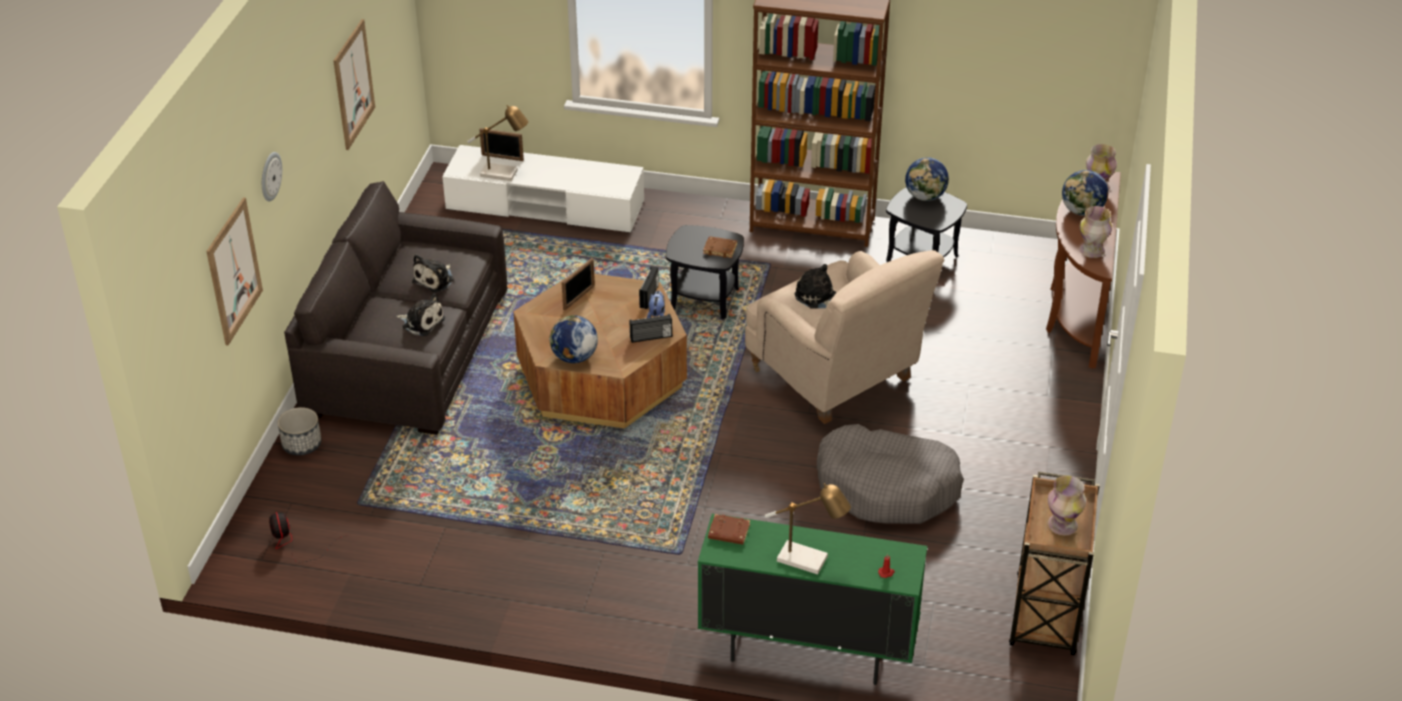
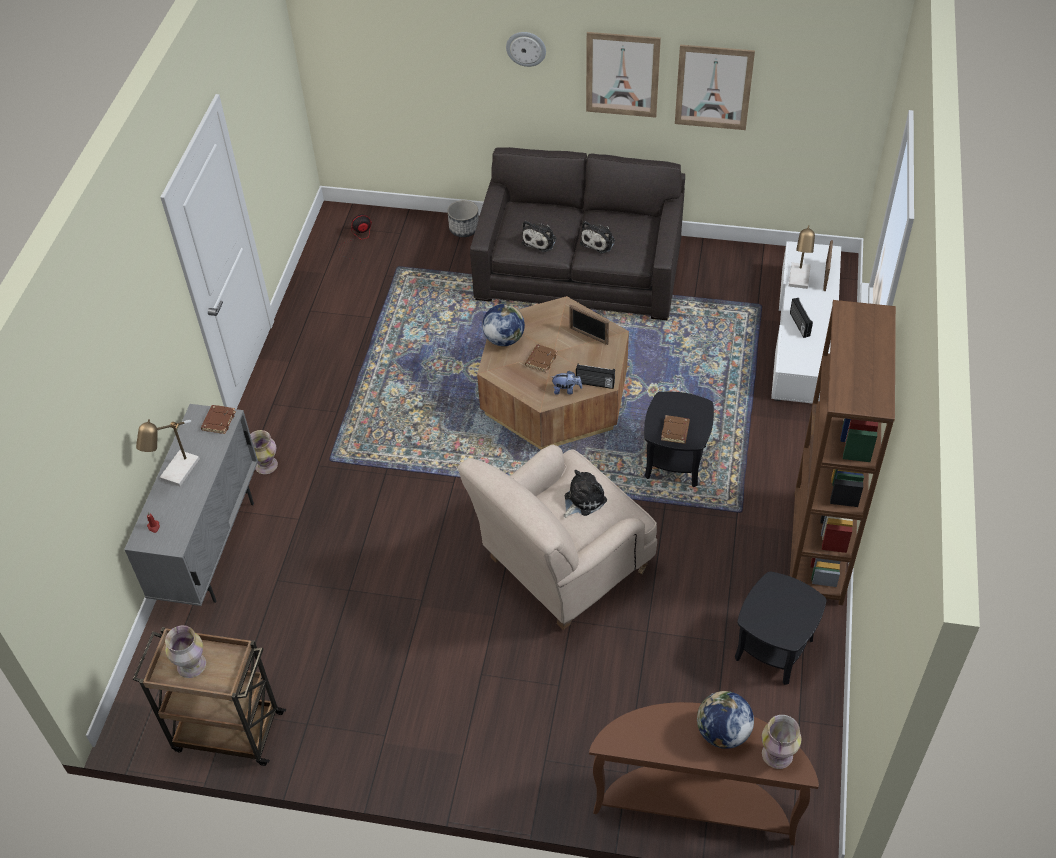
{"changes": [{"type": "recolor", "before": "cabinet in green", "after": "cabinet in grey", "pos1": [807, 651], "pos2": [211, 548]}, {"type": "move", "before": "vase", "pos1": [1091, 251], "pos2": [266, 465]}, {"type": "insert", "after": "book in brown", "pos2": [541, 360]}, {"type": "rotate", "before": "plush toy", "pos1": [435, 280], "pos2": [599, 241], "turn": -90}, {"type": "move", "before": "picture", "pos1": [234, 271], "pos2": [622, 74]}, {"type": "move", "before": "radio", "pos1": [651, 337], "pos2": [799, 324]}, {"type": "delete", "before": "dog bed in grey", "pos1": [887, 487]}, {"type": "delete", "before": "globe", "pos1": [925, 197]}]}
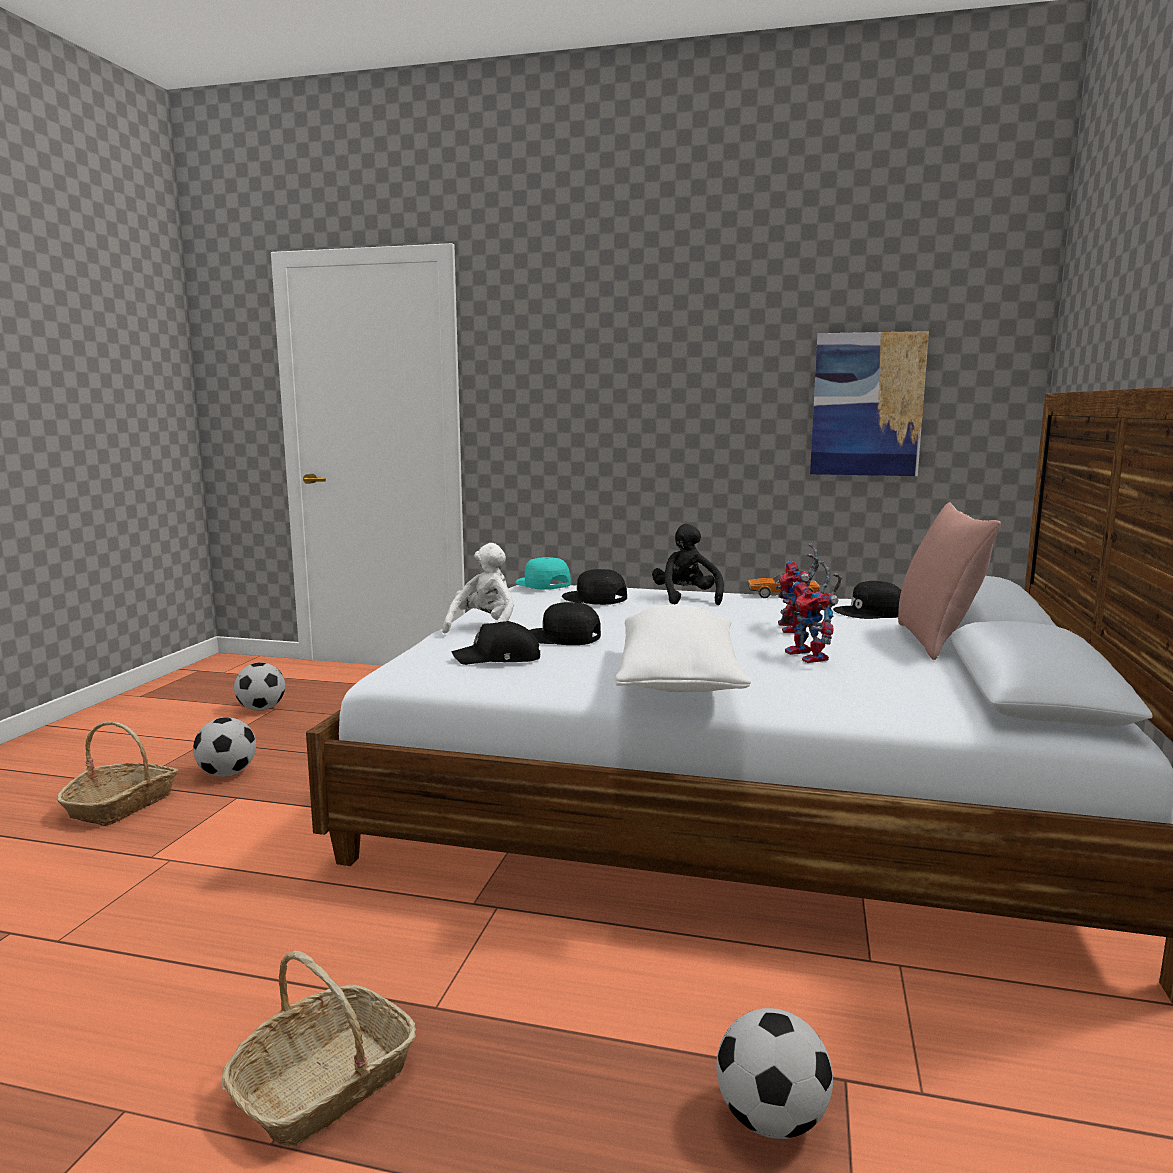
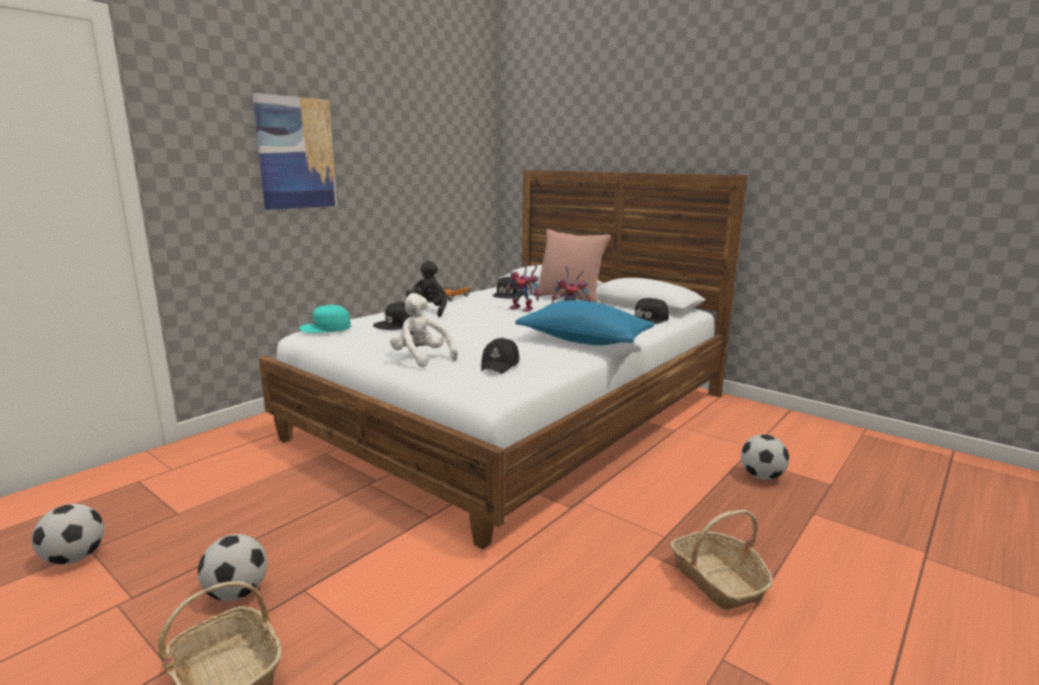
{"changes": [{"type": "move", "before": "picture", "pos1": [867, 404], "pos2": [296, 153]}, {"type": "rotate", "before": "plush toy in black", "pos1": [686, 599], "pos2": [427, 311], "turn": 75}, {"type": "recolor", "before": "pillow in white", "after": "pillow in blue", "pos1": [679, 680], "pos2": [584, 341]}, {"type": "move", "before": "cap in black", "pos1": [562, 637], "pos2": [648, 319]}]}
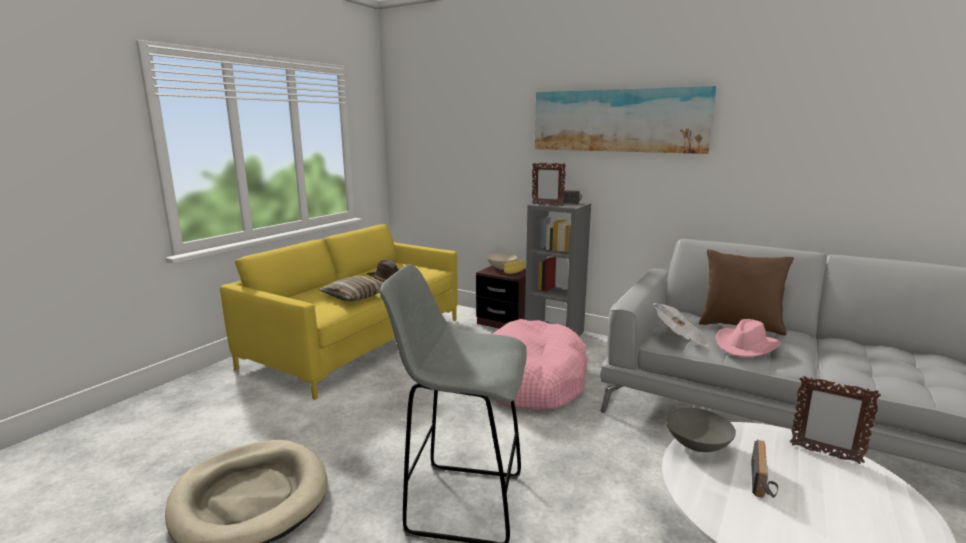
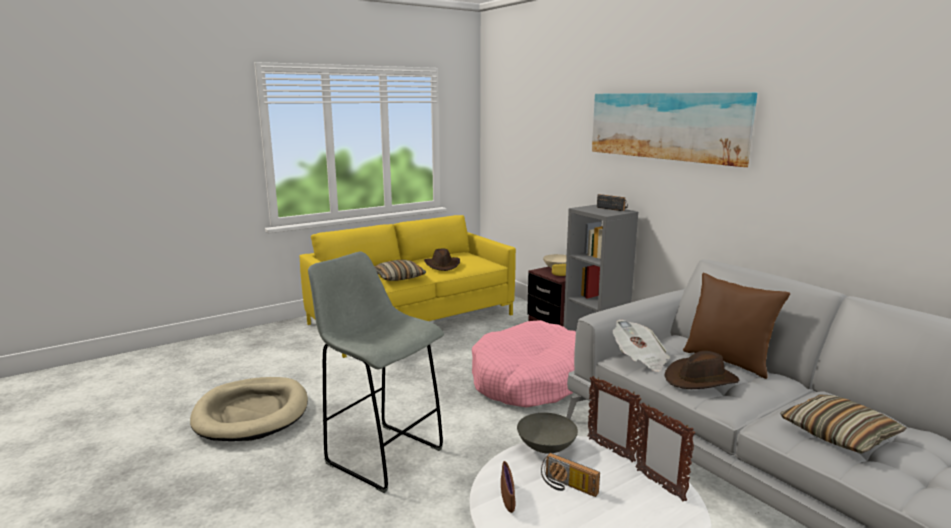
{"changes": [{"type": "insert", "after": "bowl in brown", "pos2": [507, 499]}, {"type": "rotate", "before": "radio", "pos1": [764, 481], "pos2": [567, 487], "turn": 75}, {"type": "move", "before": "picture frame", "pos1": [547, 205], "pos2": [610, 450]}, {"type": "recolor", "before": "hat in pink", "after": "hat in brown", "pos1": [746, 346], "pos2": [700, 379]}, {"type": "insert", "after": "pillow", "pos2": [838, 434]}]}
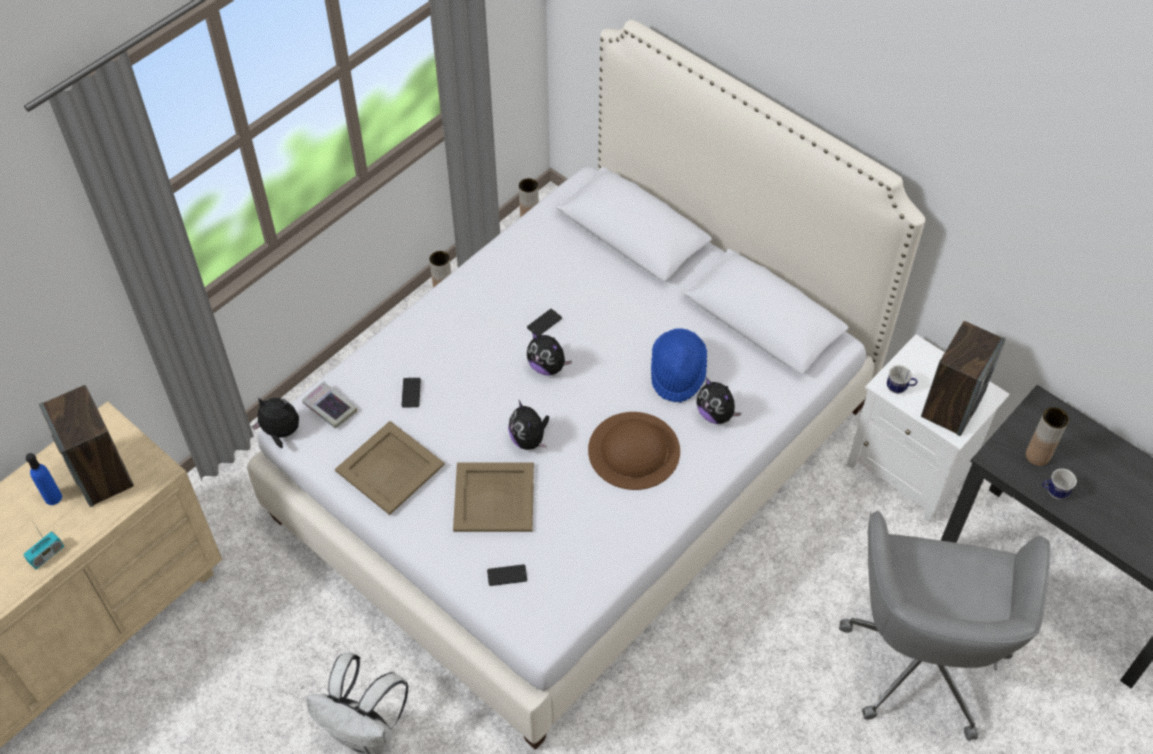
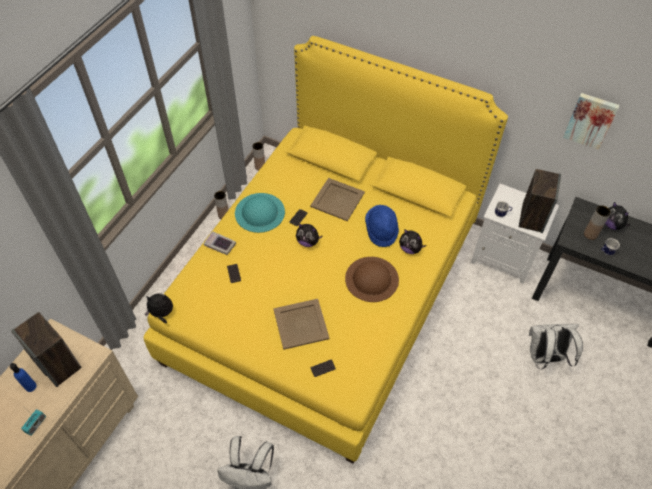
{"changes": [{"type": "recolor", "before": "bed in white", "after": "bed in yellow", "pos1": [576, 459], "pos2": [325, 291]}, {"type": "move", "before": "book", "pos1": [330, 408], "pos2": [220, 245]}, {"type": "insert", "after": "hat in turquoise", "pos2": [260, 212]}, {"type": "move", "before": "tray in beige", "pos1": [391, 467], "pos2": [338, 199]}, {"type": "replace", "before": "office chair in grey", "after": "backpack in white", "pos1": [923, 657], "pos2": [545, 357]}, {"type": "insert", "after": "picture", "pos2": [590, 120]}, {"type": "move", "before": "plush toy", "pos1": [529, 440], "pos2": [612, 225]}]}
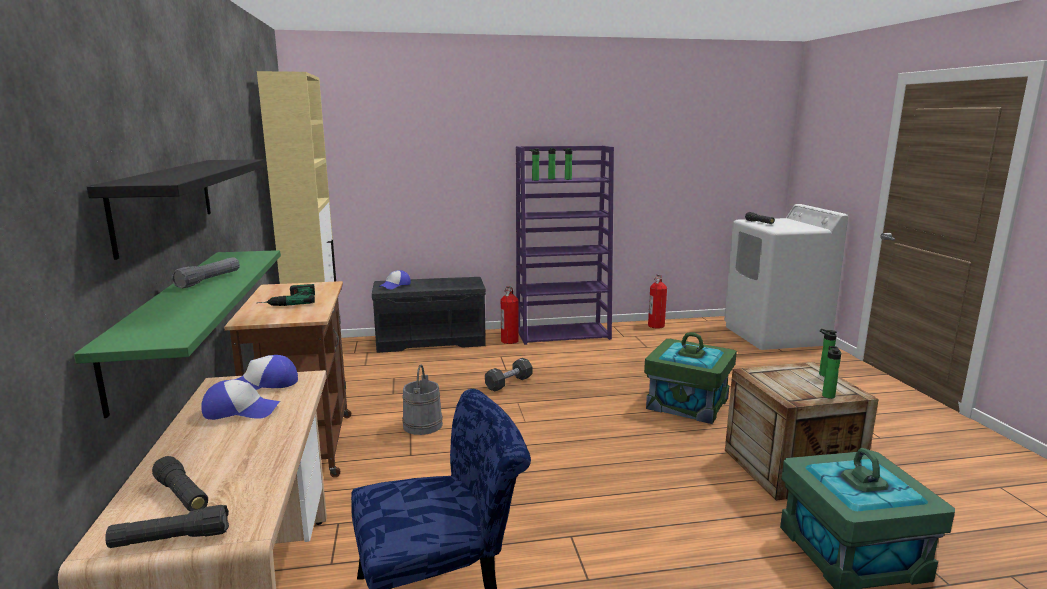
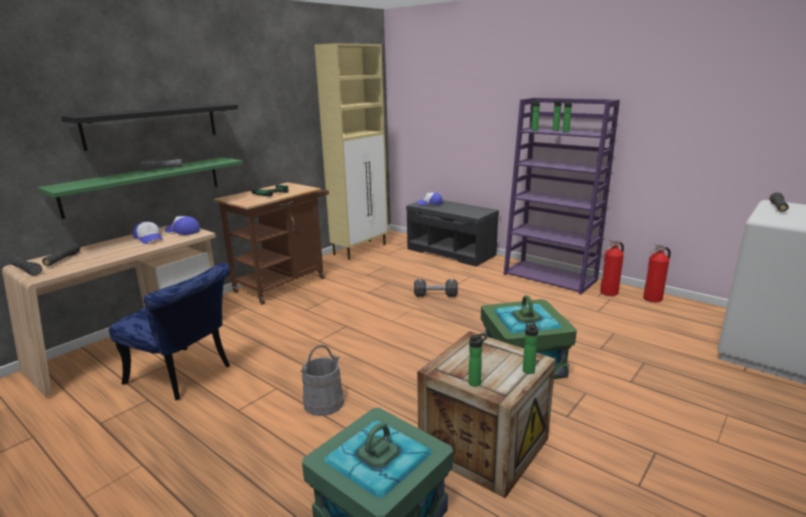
{"changes": [{"type": "move", "before": "bucket in grey", "pos1": [422, 425], "pos2": [323, 403]}, {"type": "move", "before": "fire extinguisher", "pos1": [510, 341], "pos2": [609, 292]}]}
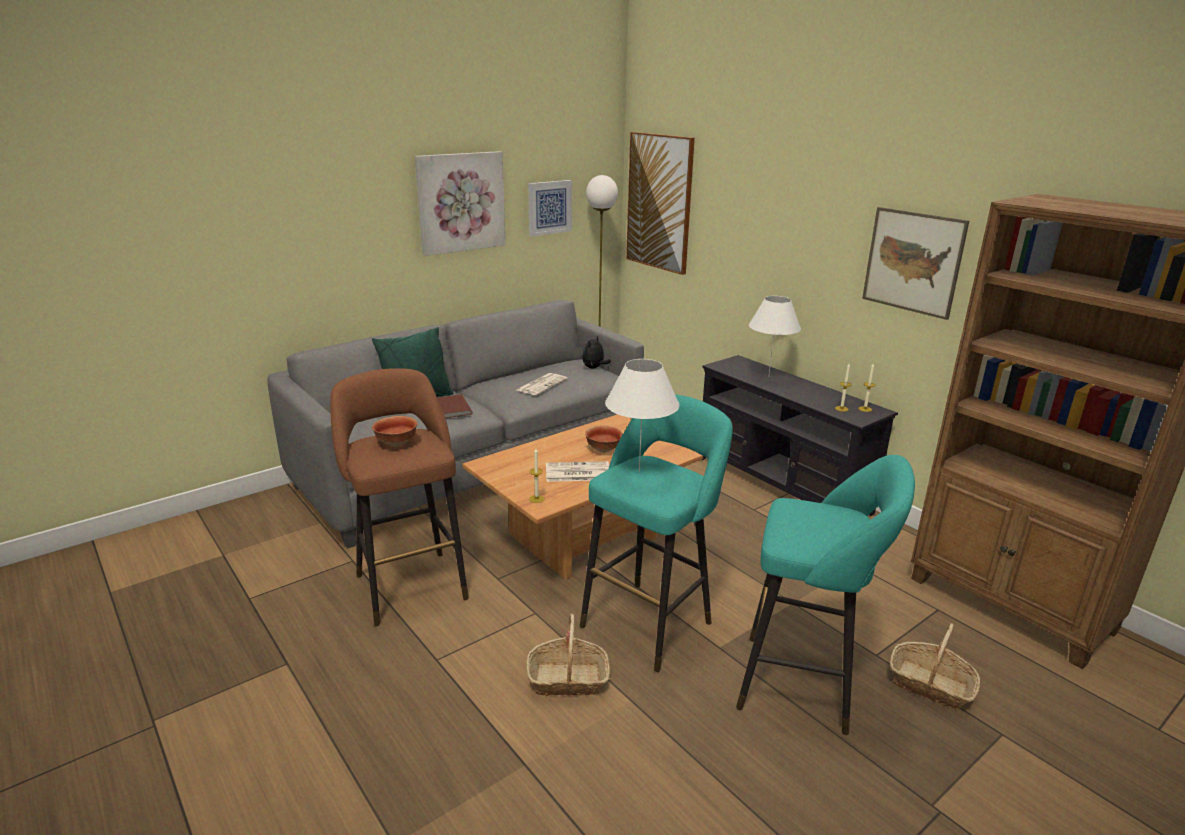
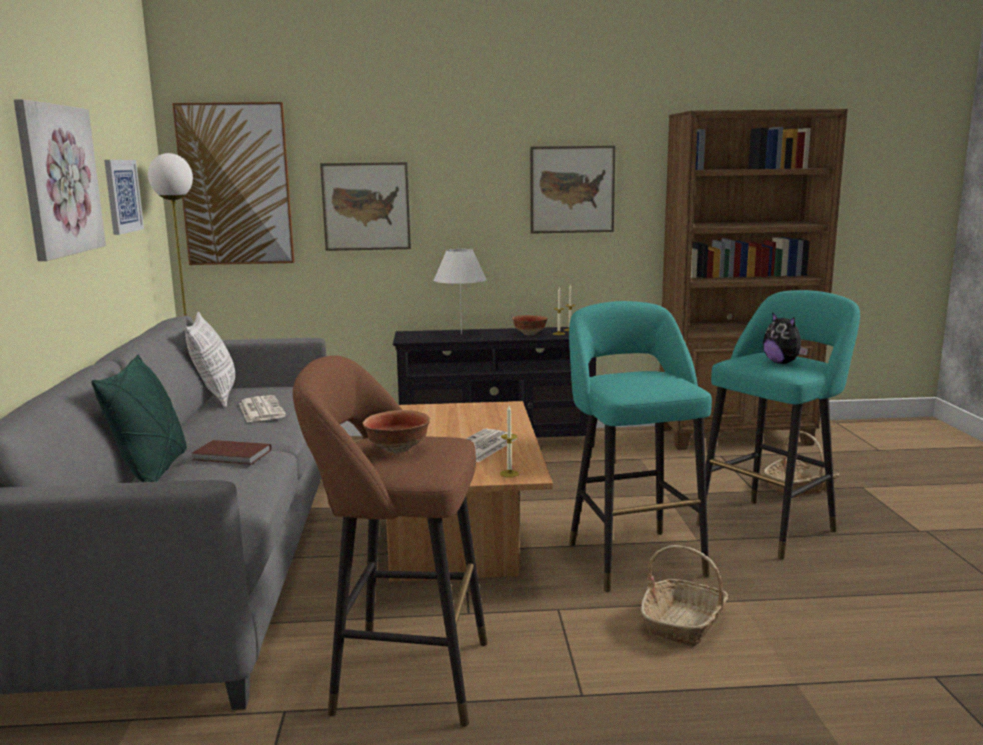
{"changes": [{"type": "insert", "after": "pillow", "pos2": [216, 396]}, {"type": "insert", "after": "picture", "pos2": [366, 206]}, {"type": "move", "before": "bowl", "pos1": [604, 449], "pos2": [529, 334]}, {"type": "move", "before": "plush toy", "pos1": [594, 368], "pos2": [782, 363]}, {"type": "delete", "before": "table lamp in white", "pos1": [639, 472]}]}
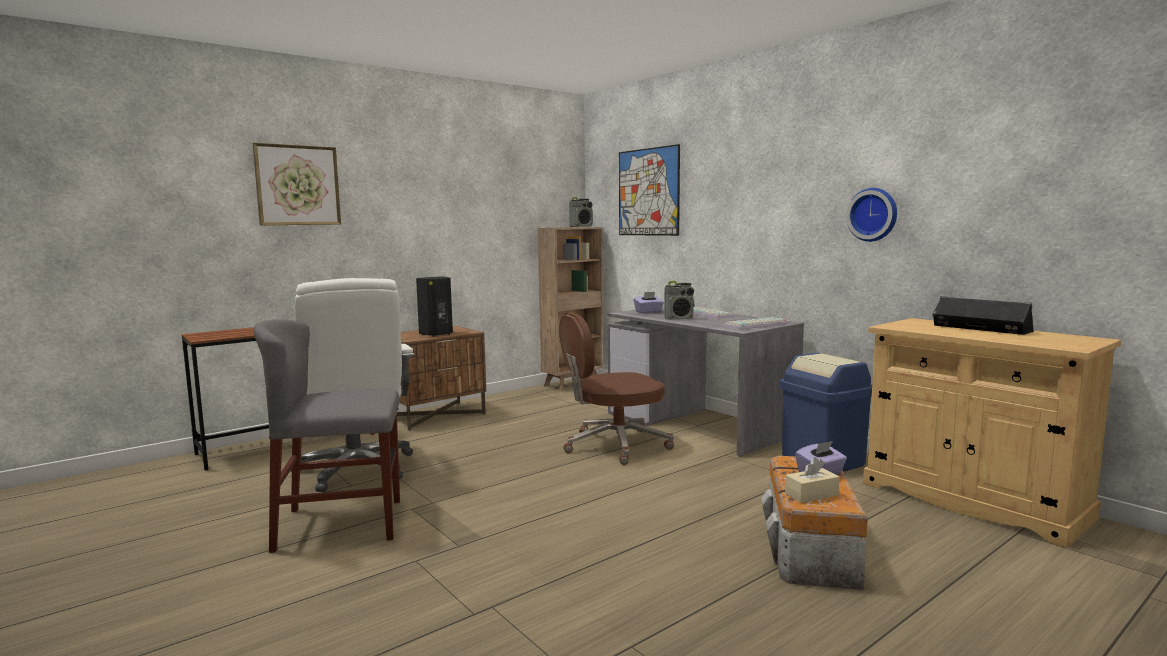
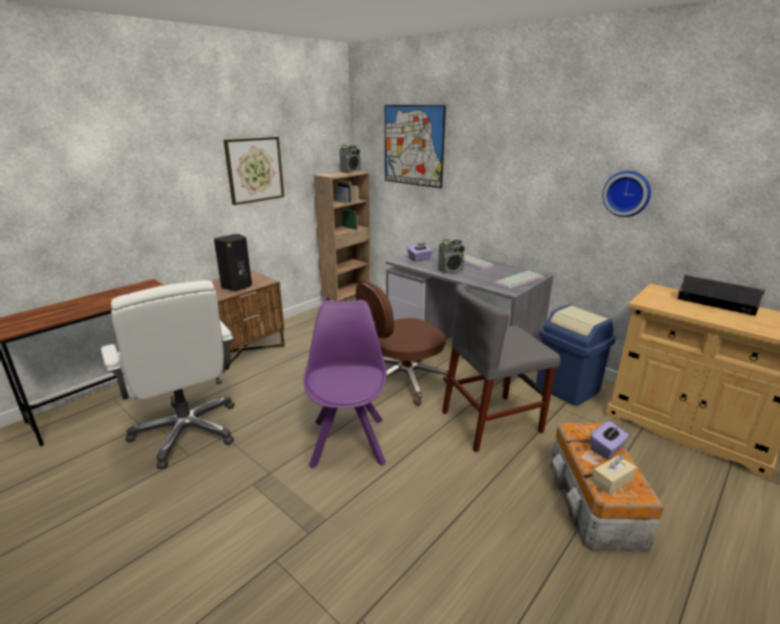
{"changes": [{"type": "move", "before": "picture", "pos1": [298, 185], "pos2": [254, 170]}, {"type": "insert", "after": "chair in purple", "pos2": [348, 440]}, {"type": "move", "before": "chair in grey", "pos1": [340, 524], "pos2": [491, 422]}]}
